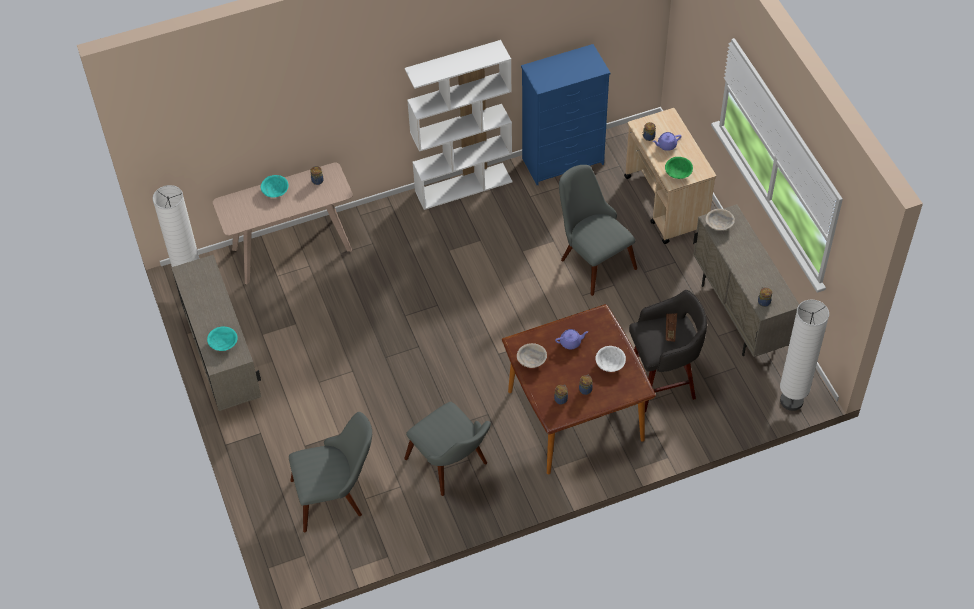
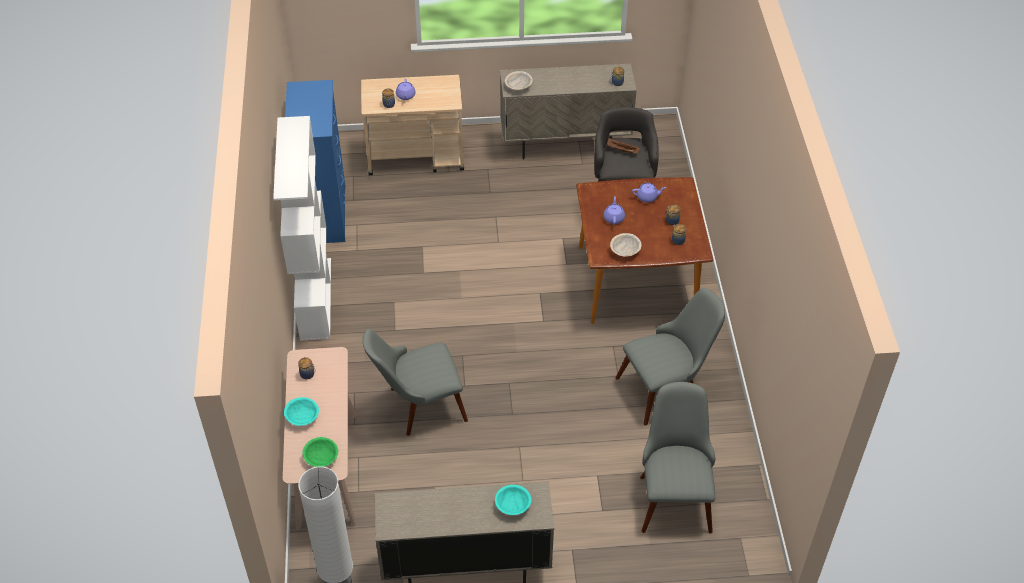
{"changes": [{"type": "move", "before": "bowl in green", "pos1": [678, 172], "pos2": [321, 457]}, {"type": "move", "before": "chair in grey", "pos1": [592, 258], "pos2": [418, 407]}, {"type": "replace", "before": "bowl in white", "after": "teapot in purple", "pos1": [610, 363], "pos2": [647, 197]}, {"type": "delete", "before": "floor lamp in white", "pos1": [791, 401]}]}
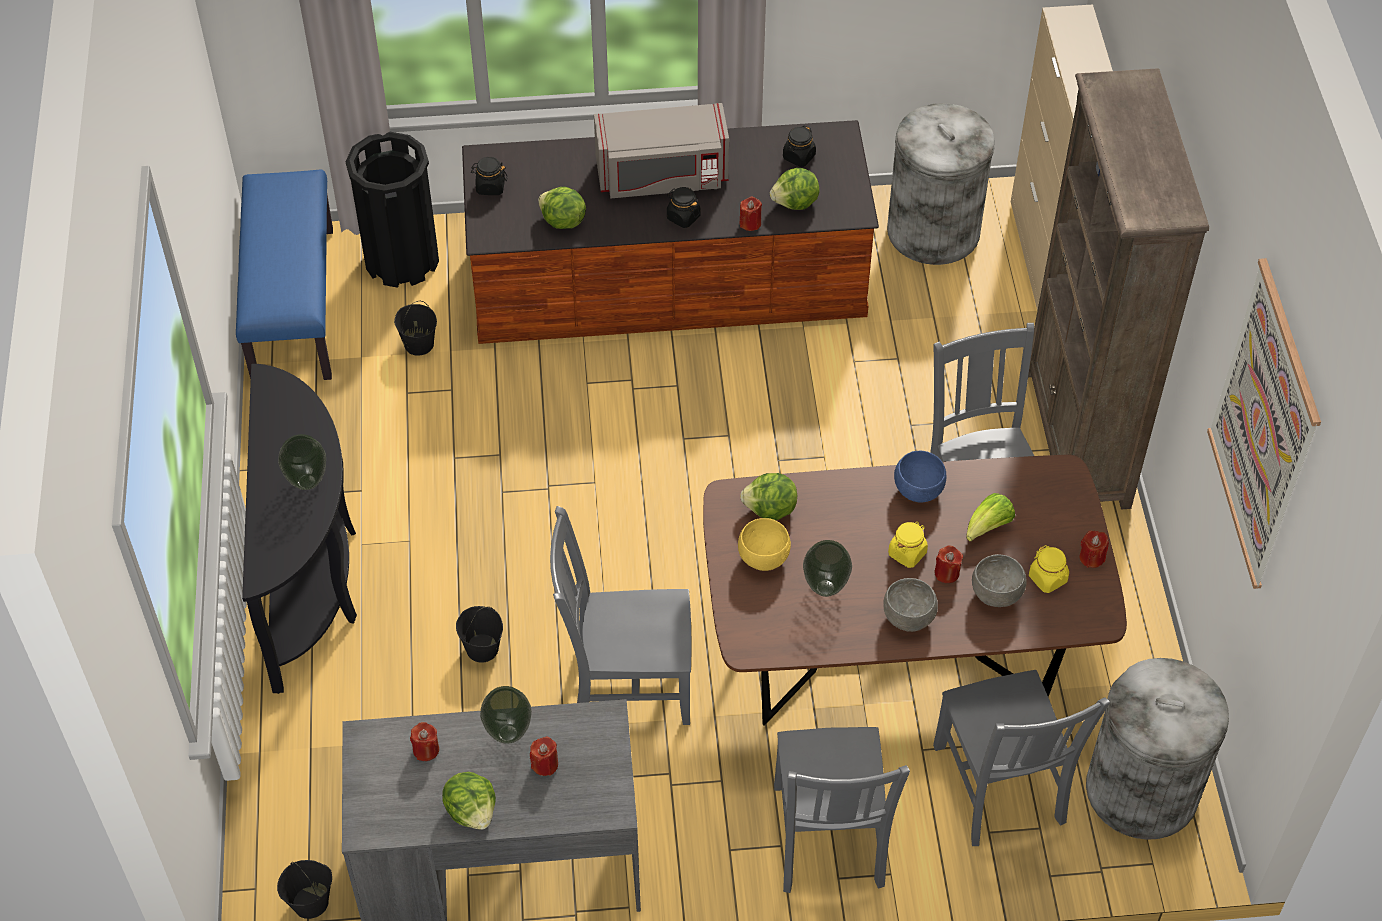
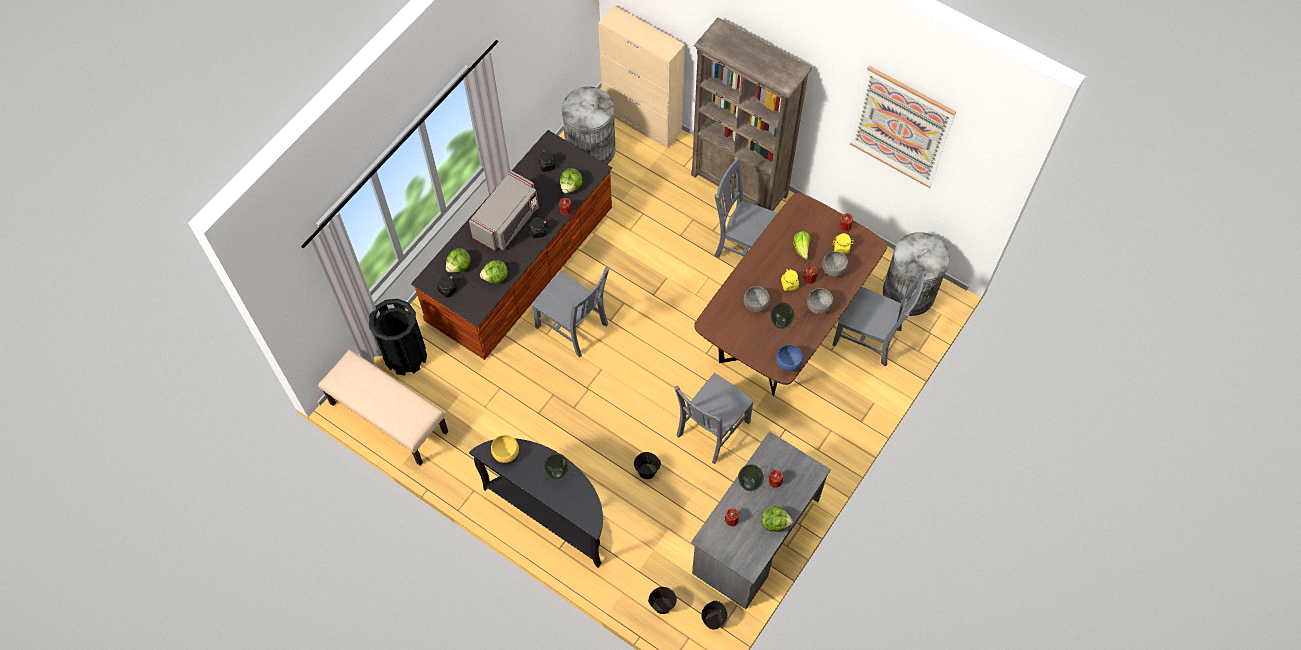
{"changes": [{"type": "recolor", "before": "bench in blue", "after": "bench in beige", "pos1": [292, 305], "pos2": [388, 418]}, {"type": "move", "before": "lettuce", "pos1": [770, 510], "pos2": [459, 266]}, {"type": "move", "before": "bowl in yellow", "pos1": [764, 558], "pos2": [506, 453]}, {"type": "move", "before": "chair in grey", "pos1": [828, 840], "pos2": [573, 327]}, {"type": "move", "before": "bucket in black", "pos1": [418, 344], "pos2": [662, 605]}, {"type": "insert", "after": "bowl in grey", "pos2": [756, 305]}, {"type": "move", "before": "bowl in blue", "pos1": [917, 490], "pos2": [788, 363]}]}
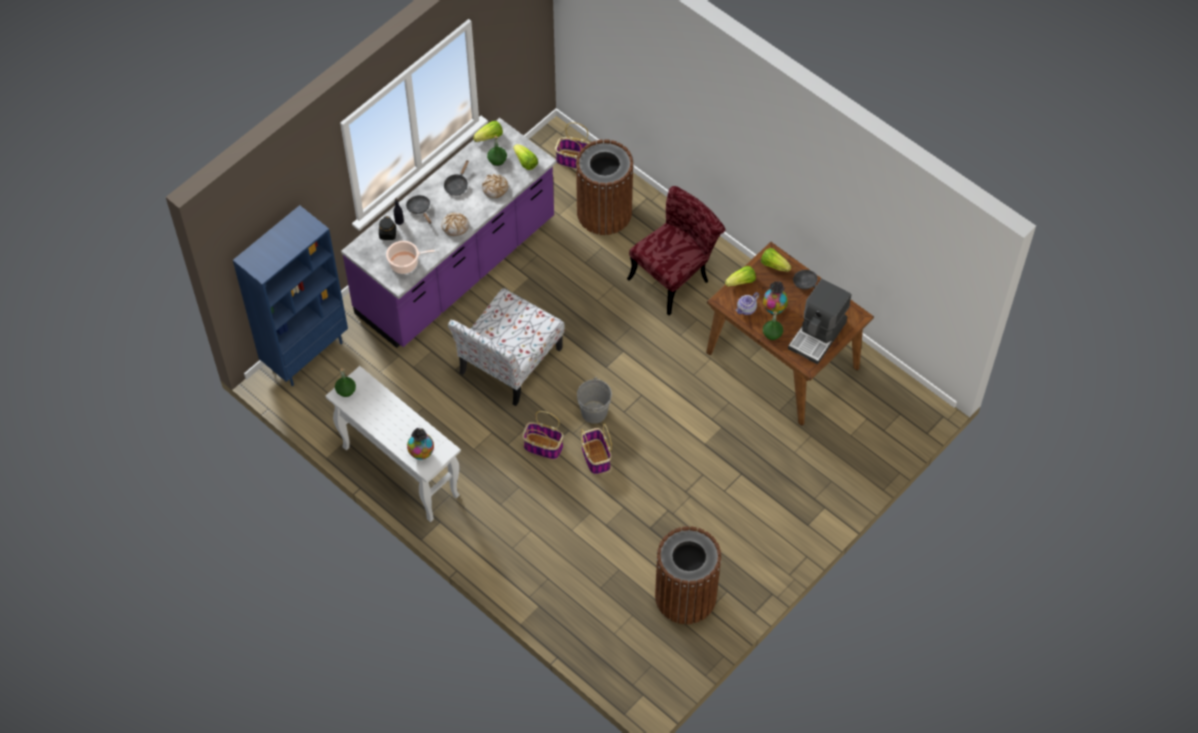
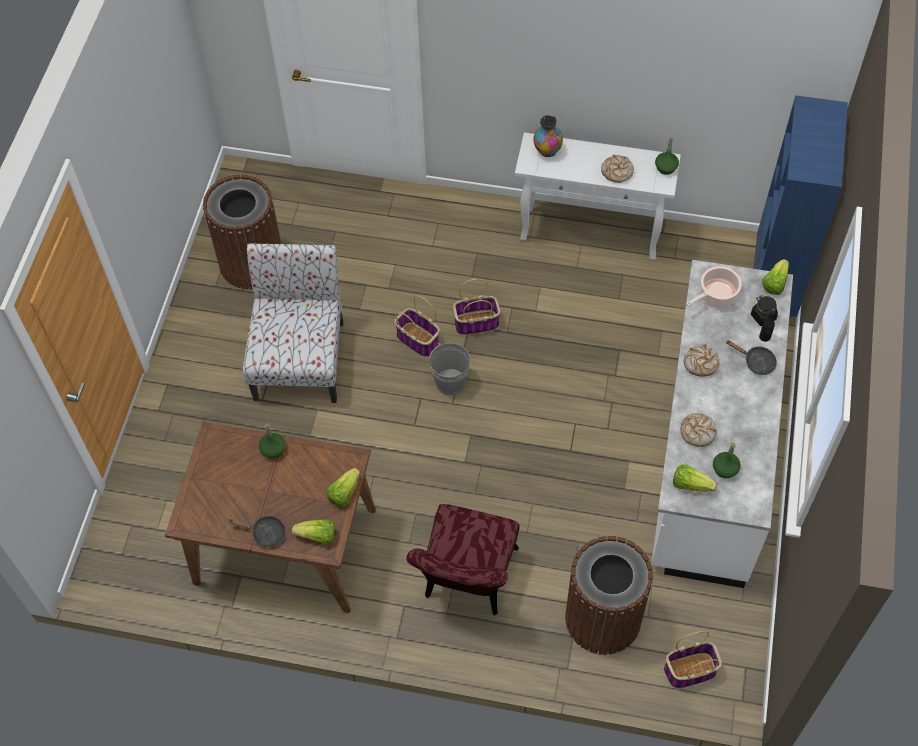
{"changes": [{"type": "move", "before": "chair", "pos1": [509, 362], "pos2": [300, 357]}, {"type": "insert", "after": "bread", "pos2": [616, 172]}, {"type": "recolor", "before": "counter in purple", "after": "counter in white", "pos1": [456, 268], "pos2": [708, 456]}, {"type": "move", "before": "lettuce", "pos1": [489, 137], "pos2": [774, 283]}, {"type": "delete", "before": "frying pan in black", "pos1": [457, 185]}, {"type": "delete", "before": "teapot", "pos1": [746, 309]}, {"type": "delete", "before": "vase", "pos1": [774, 308]}, {"type": "delete", "before": "coffee machine", "pos1": [818, 335]}]}
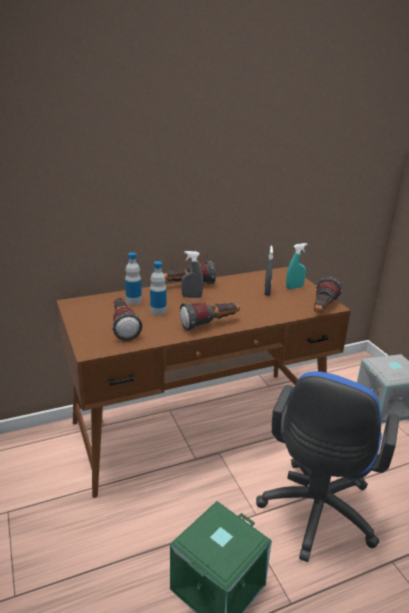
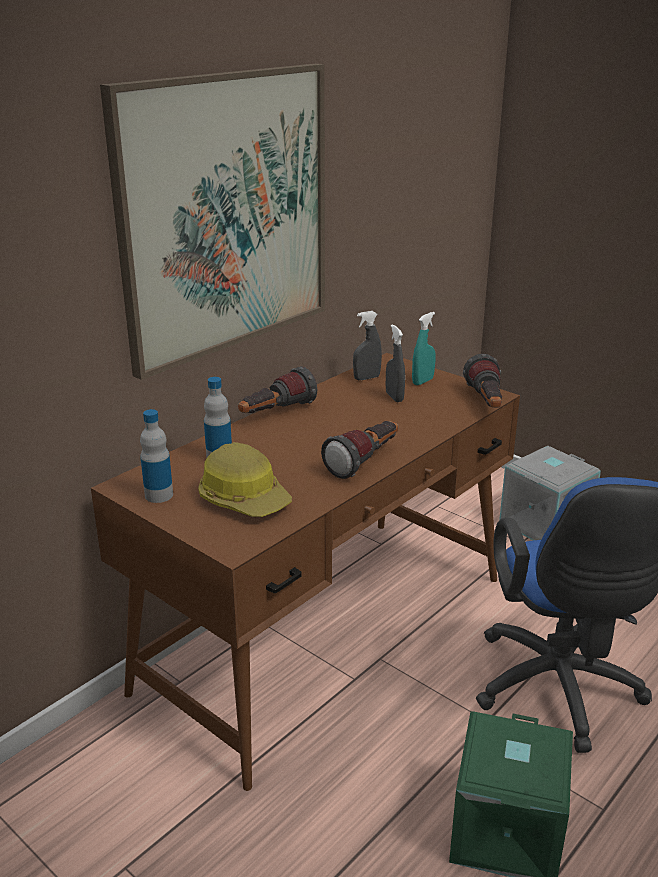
{"changes": [{"type": "insert", "after": "picture", "pos2": [226, 215]}, {"type": "move", "before": "bottle", "pos1": [158, 311], "pos2": [159, 495]}, {"type": "replace", "before": "flashlight", "after": "hard hat", "pos1": [123, 326], "pos2": [245, 498]}, {"type": "move", "before": "spray bottle in grey", "pos1": [191, 297], "pos2": [366, 378]}]}
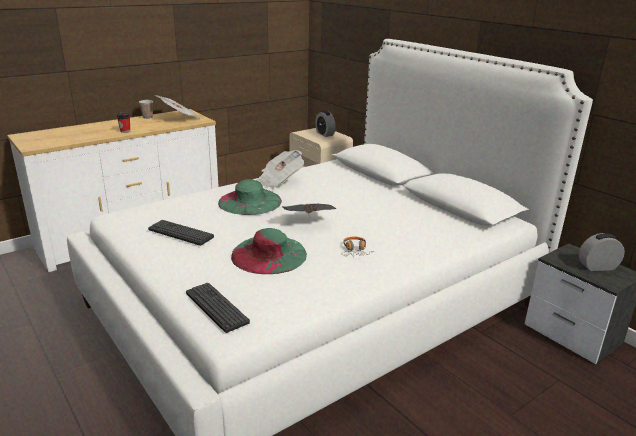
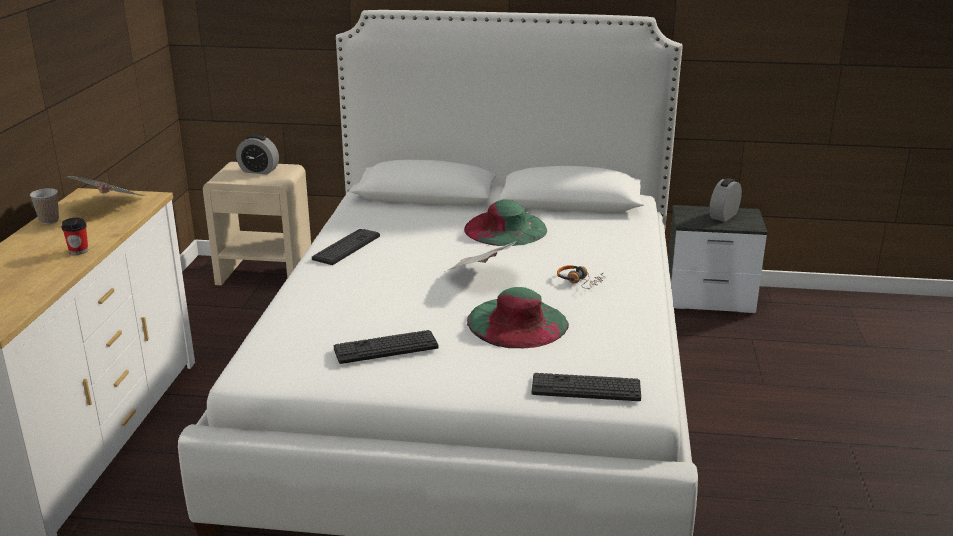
{"changes": [{"type": "replace", "before": "newspaper", "after": "keyboard", "pos1": [279, 181], "pos2": [346, 247]}, {"type": "move", "before": "hat in green", "pos1": [249, 201], "pos2": [505, 229]}]}
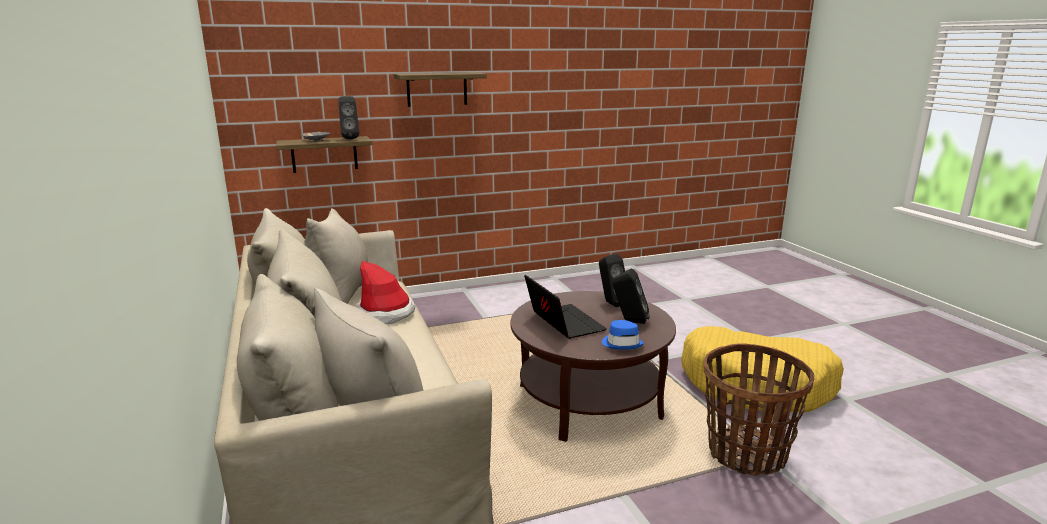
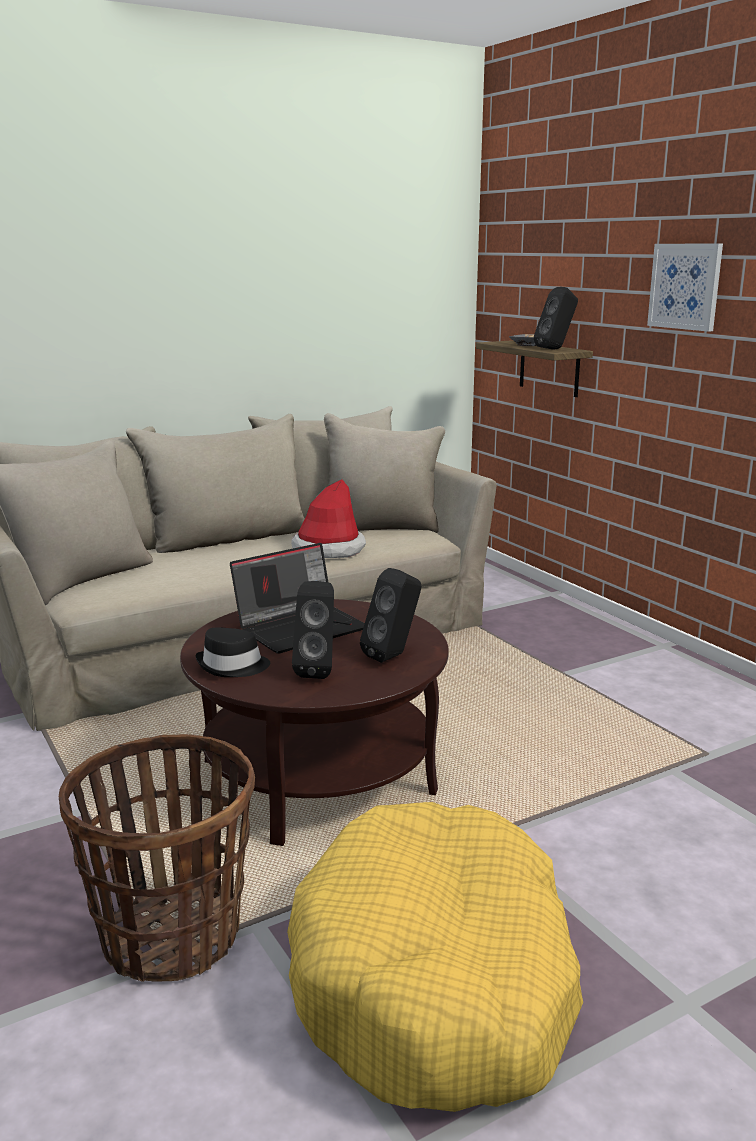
{"changes": [{"type": "recolor", "before": "hat in blue", "after": "hat in black", "pos1": [622, 343], "pos2": [233, 666]}, {"type": "replace", "before": "shelf", "after": "picture", "pos1": [437, 89], "pos2": [685, 286]}]}
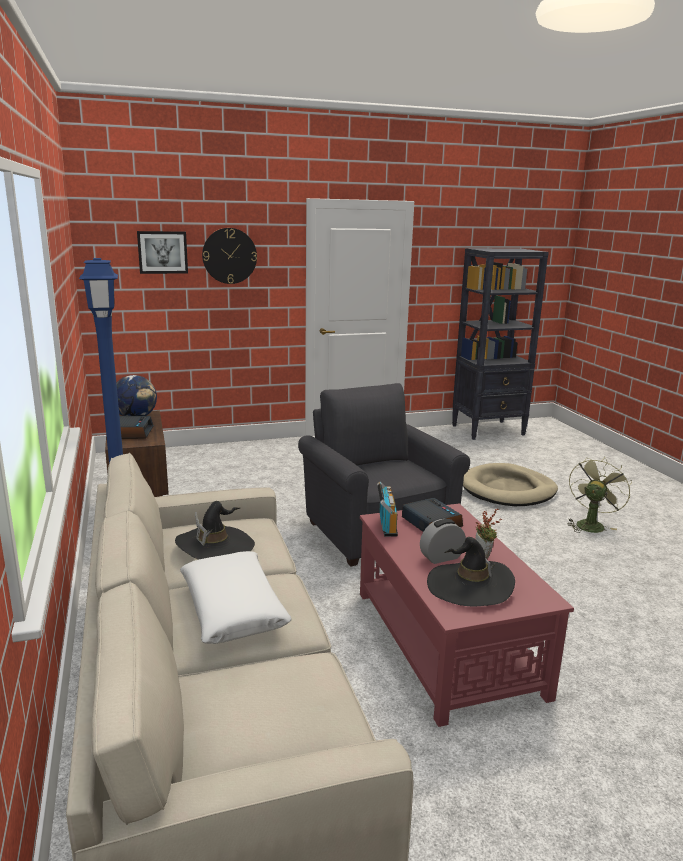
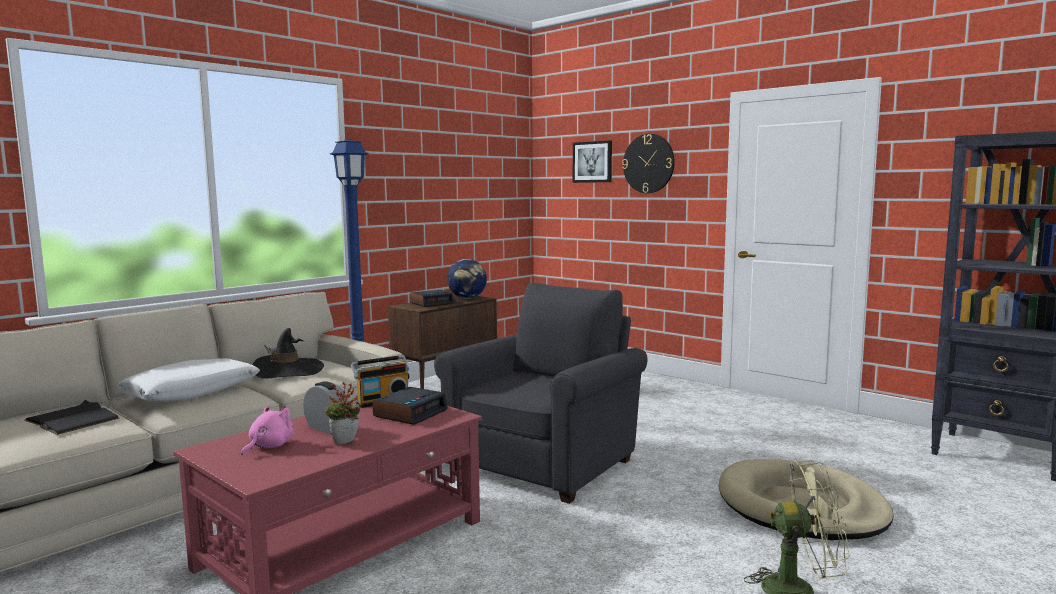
{"changes": [{"type": "insert", "after": "book in black", "pos2": [72, 419]}, {"type": "replace", "before": "hat in black", "after": "plush toy in pink", "pos1": [469, 586], "pos2": [269, 446]}]}
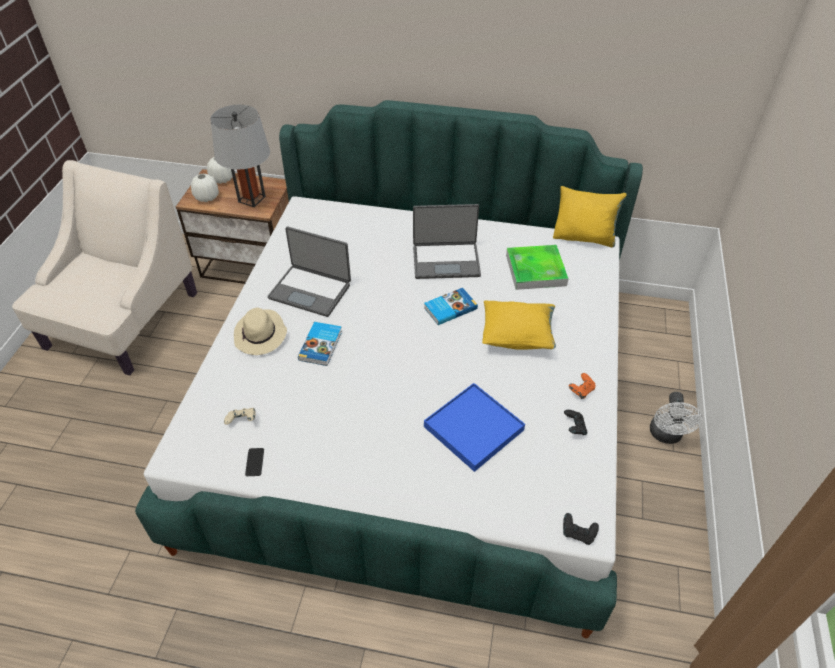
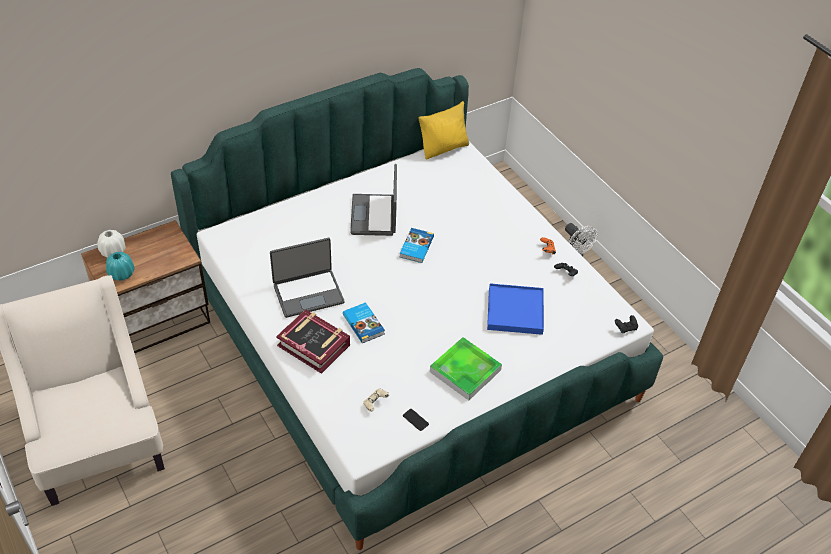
{"changes": [{"type": "recolor", "before": "vase in white", "after": "vase in turquoise", "pos1": [207, 197], "pos2": [121, 274]}, {"type": "replace", "before": "hat in beige", "after": "book", "pos1": [260, 335], "pos2": [314, 345]}, {"type": "rotate", "before": "laptop", "pos1": [446, 260], "pos2": [375, 216], "turn": 135}, {"type": "move", "before": "tray", "pos1": [535, 270], "pos2": [465, 371]}, {"type": "delete", "before": "table lamp in grey", "pos1": [252, 199]}, {"type": "delete", "before": "pillow in yellow", "pos1": [517, 336]}]}
